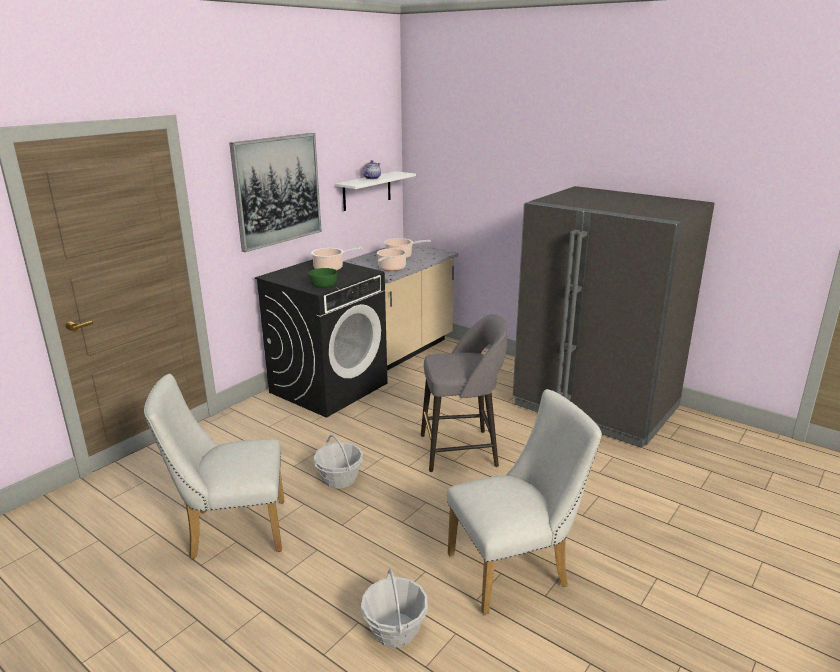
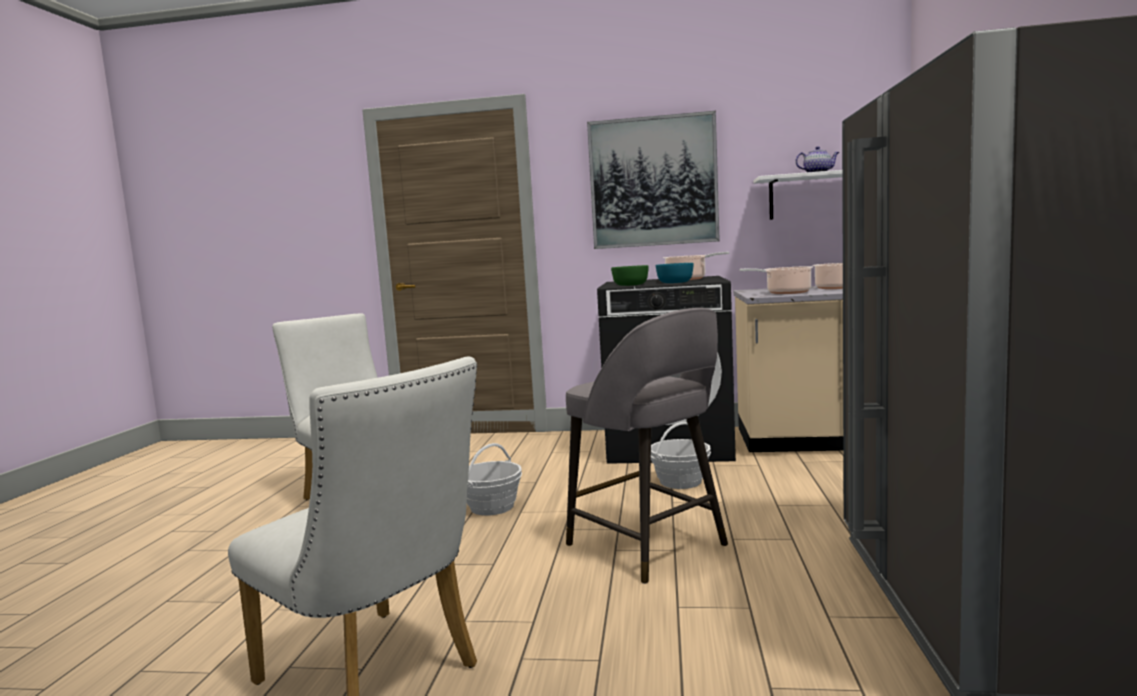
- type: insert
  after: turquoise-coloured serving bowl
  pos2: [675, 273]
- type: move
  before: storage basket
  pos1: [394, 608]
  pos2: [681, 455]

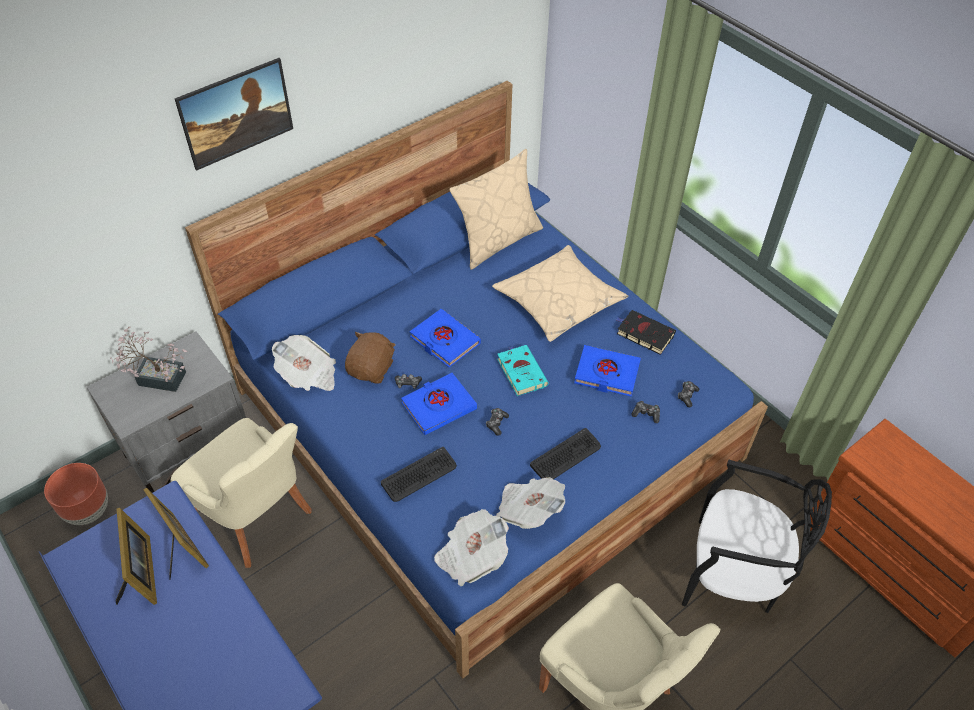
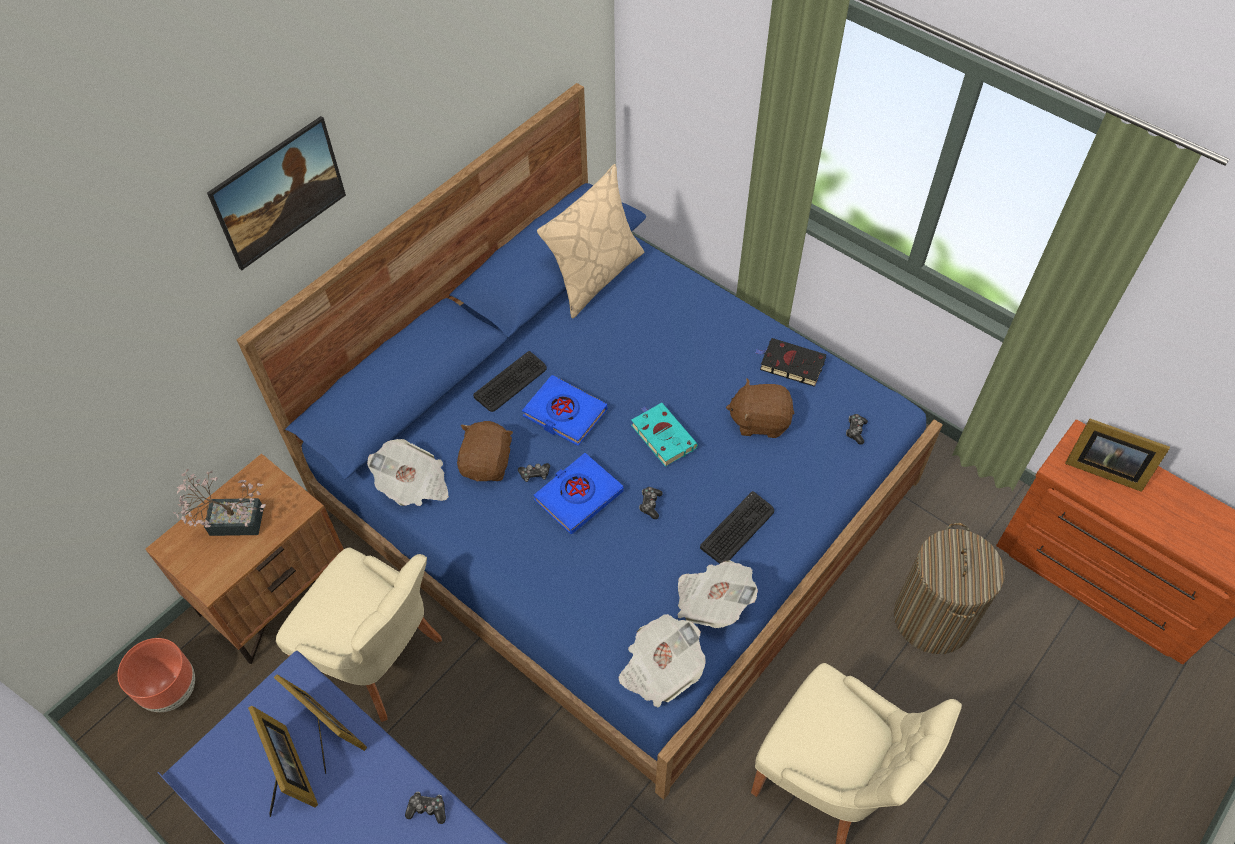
- type: delete
  before: beige pillow
  pos1: [560, 293]
- type: insert
  after: photo frame
  pos2: [1117, 455]
- type: move
  before: computer keyboard
  pos1: [419, 474]
  pos2: [510, 381]
- type: move
  before: joypad
  pos1: [646, 412]
  pos2: [425, 808]
- type: replace
  before: blue volume
  after: brown-coloured plush toy
  pos1: [607, 371]
  pos2: [760, 408]
- type: replace
  before: black plain chair
  after: laundry basket
  pos1: [757, 536]
  pos2: [949, 588]
- type: recolor
  before: greyish bedside table
  after: brown-coloured bedside table
  pos1: [166, 412]
  pos2: [245, 559]

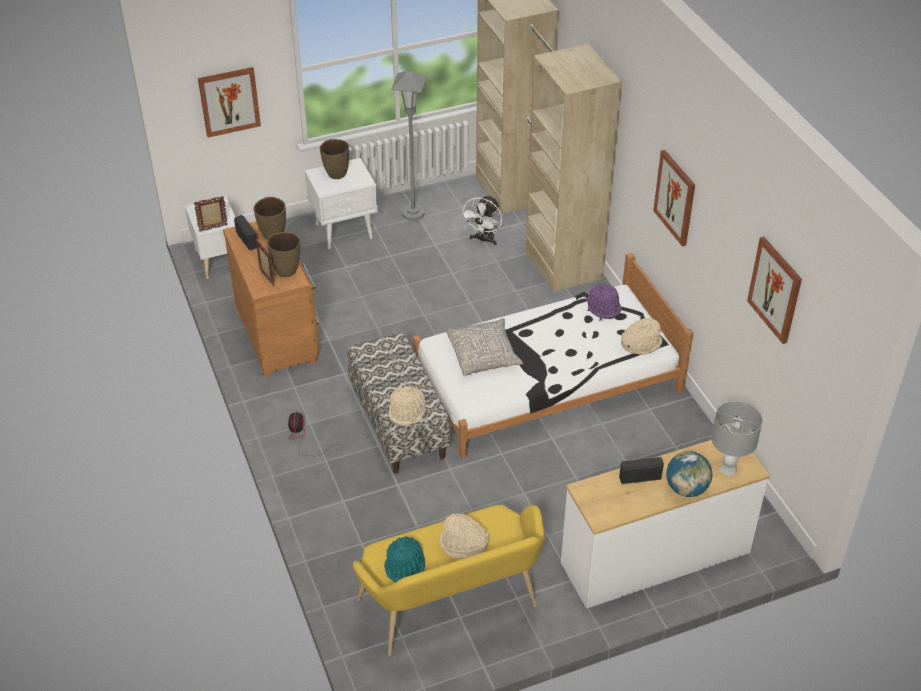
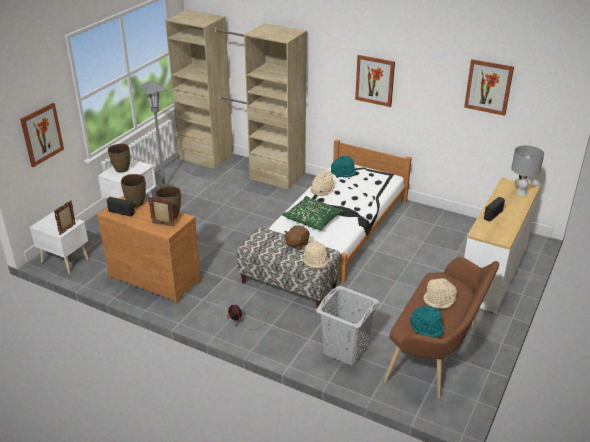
- type: delete
  before: whitish electric fan
  pos1: [481, 220]
- type: delete
  before: desk globe
  pos1: [689, 474]
- type: insert
  after: brown-coloured plush toy
  pos2: [297, 237]
- type: insert
  after: greyish laundry basket
  pos2: [347, 326]
- type: move
  before: beige hat
  pos1: [641, 336]
  pos2: [322, 183]
- type: recolor
  before: yellow long seat
  after: brown-coloured long seat
  pos1: [449, 581]
  pos2: [441, 327]
- type: recolor
  before: greyish pillow
  after: green pillow
  pos1: [485, 347]
  pos2: [313, 213]
- type: recolor
  before: purple-coloured hat
  after: turquoise-coloured hat
  pos1: [605, 301]
  pos2: [343, 166]

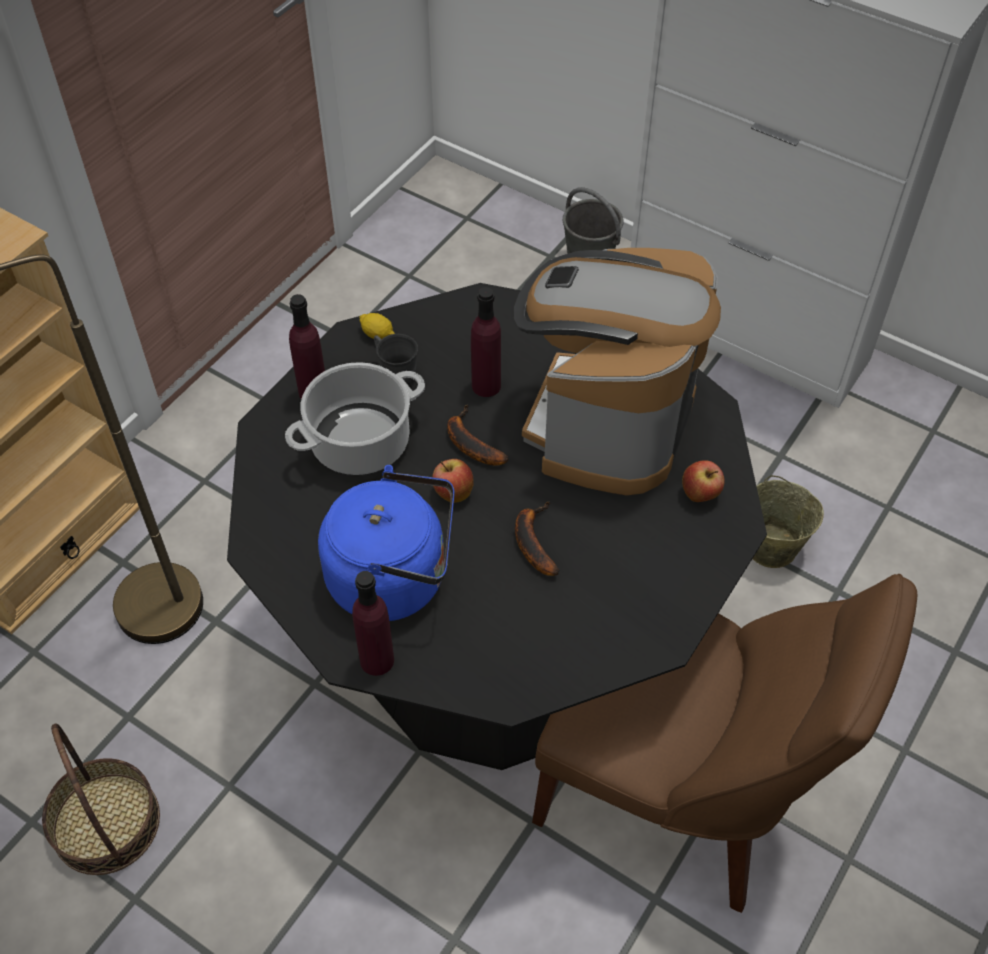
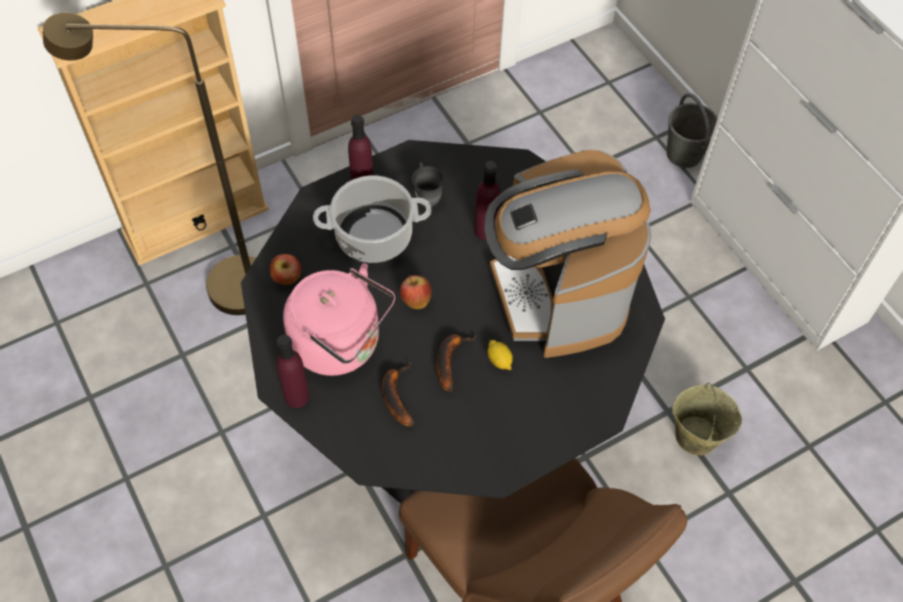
- type: delete
  before: storage basket
  pos1: [101, 799]
- type: move
  before: citrus fruit
  pos1: [377, 326]
  pos2: [500, 355]
- type: move
  before: whole banana
  pos1: [477, 435]
  pos2: [398, 394]
- type: move
  before: apple fruit
  pos1: [703, 481]
  pos2: [285, 269]
- type: recolor
  before: blue water kettle
  after: pink water kettle
  pos1: [386, 543]
  pos2: [339, 319]
- type: rotate
  before: coffee brewer
  pos1: [617, 372]
  pos2: [568, 253]
  turn: -60

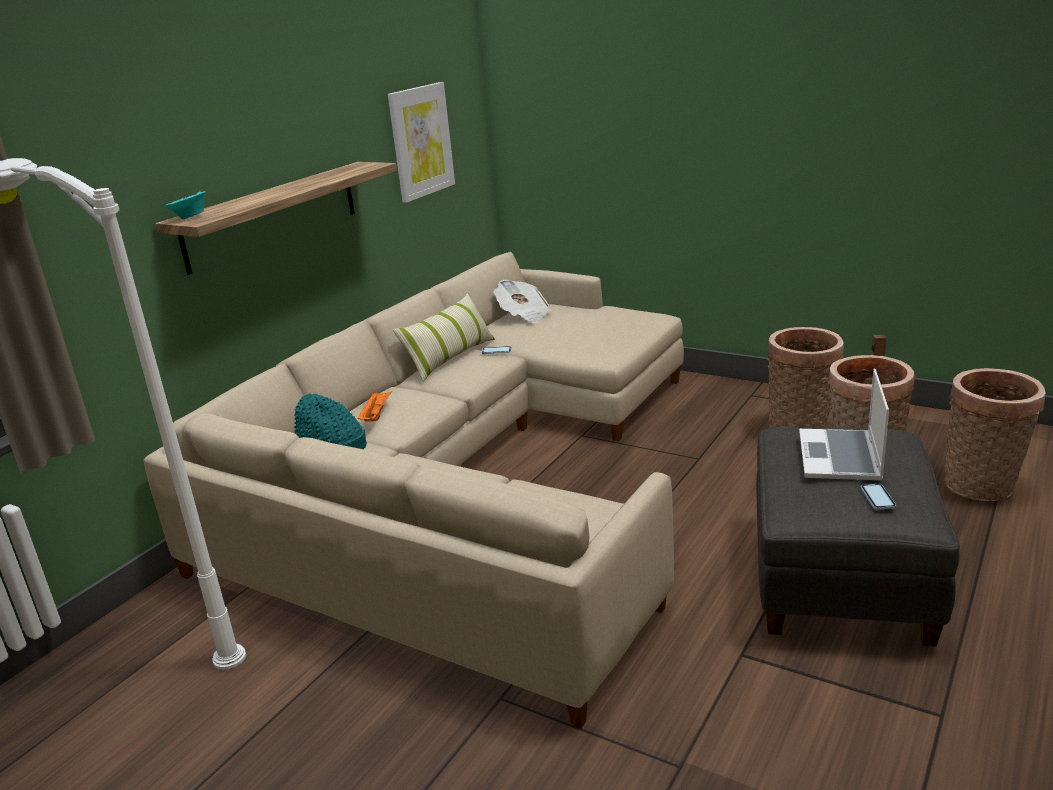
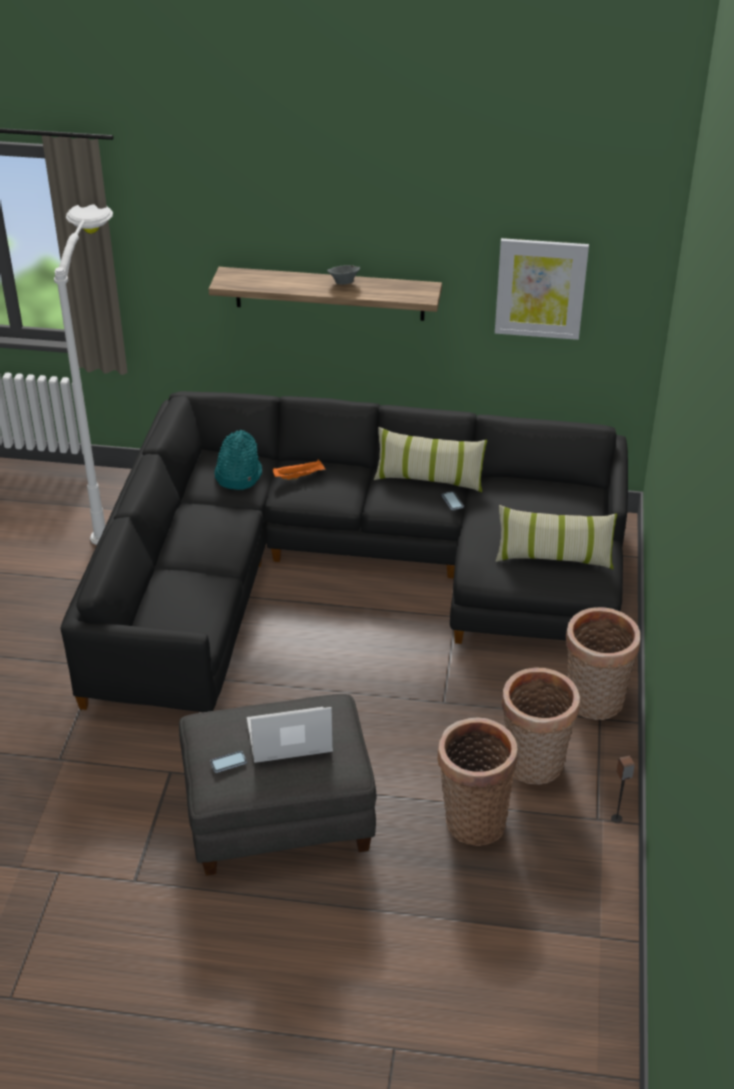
- type: delete
  before: turquoise-coloured serving bowl
  pos1: [185, 205]
- type: delete
  before: newspaper
  pos1: [522, 301]
- type: insert
  after: greyish serving bowl
  pos2: [343, 275]
- type: insert
  after: pillow
  pos2: [556, 537]
- type: move
  before: storage basket
  pos1: [995, 434]
  pos2: [603, 663]
- type: recolor
  before: beige sofa
  after: black sofa
  pos1: [414, 490]
  pos2: [344, 551]

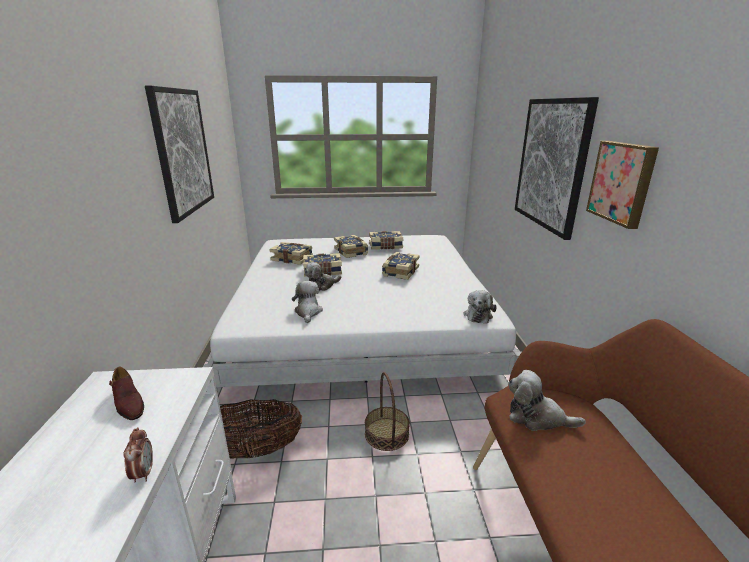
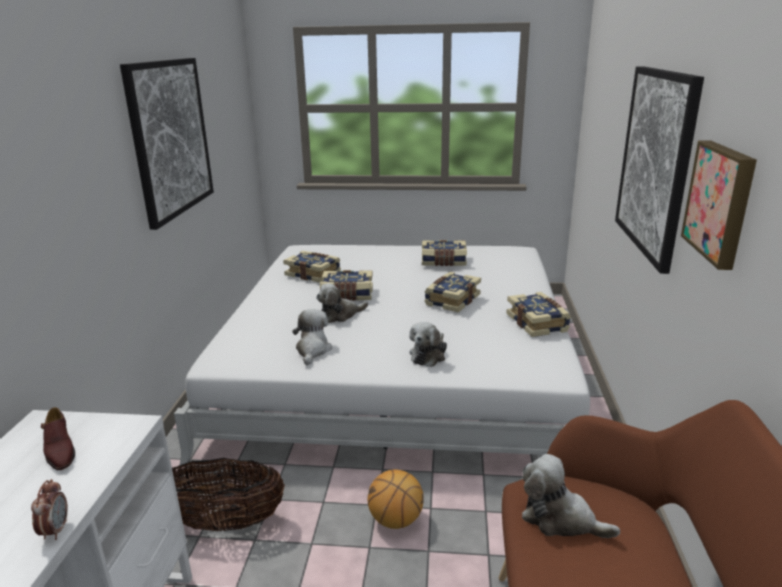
- type: move
  before: volume
  pos1: [351, 246]
  pos2: [538, 314]
- type: move
  before: plush toy
  pos1: [480, 307]
  pos2: [428, 344]
- type: replace
  before: storage basket
  after: ball for basketball
  pos1: [387, 411]
  pos2: [396, 499]

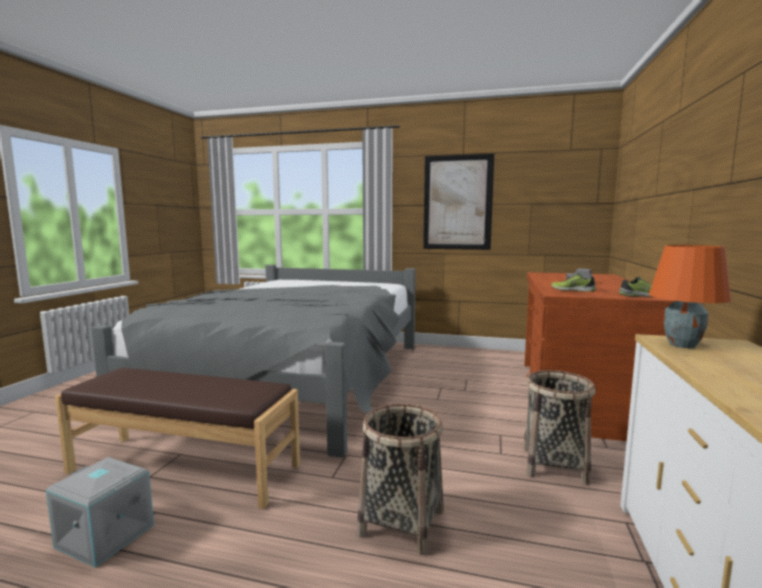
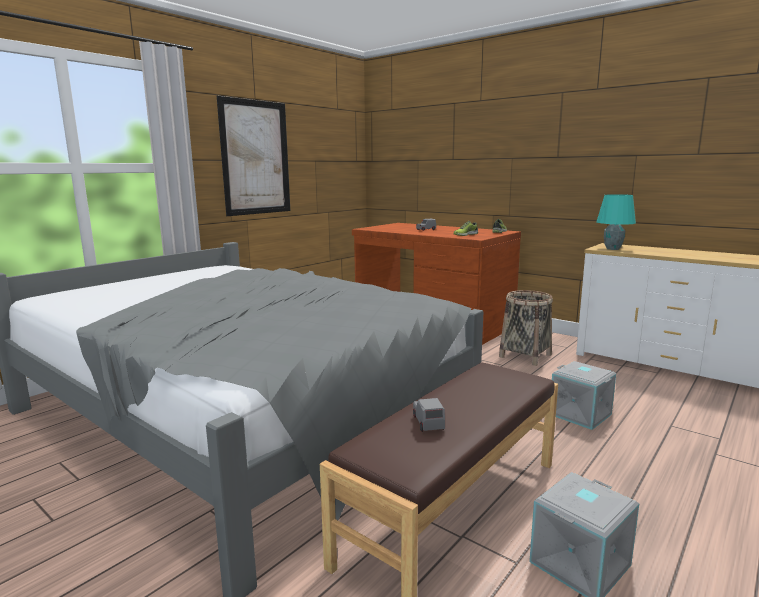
- type: insert
  after: greyish toy car
  pos2: [429, 415]
- type: replace
  before: storage basket
  after: greyish storage bin
  pos1: [400, 479]
  pos2: [584, 395]
- type: recolor
  before: orangey lamp for a table
  after: turquoise-coloured lamp for a table
  pos1: [690, 296]
  pos2: [616, 222]

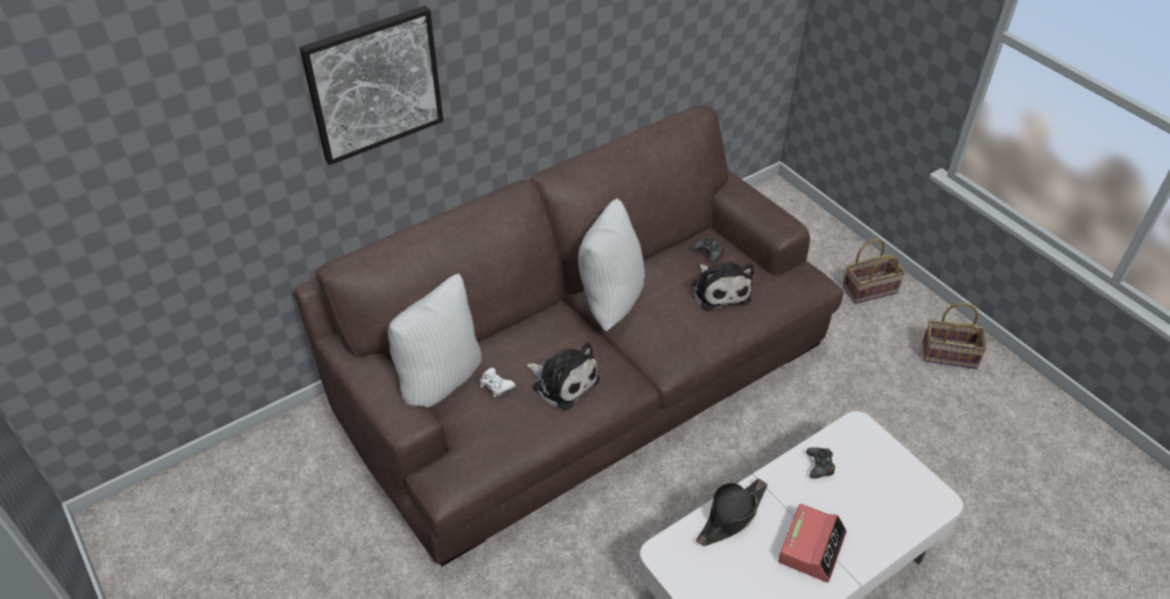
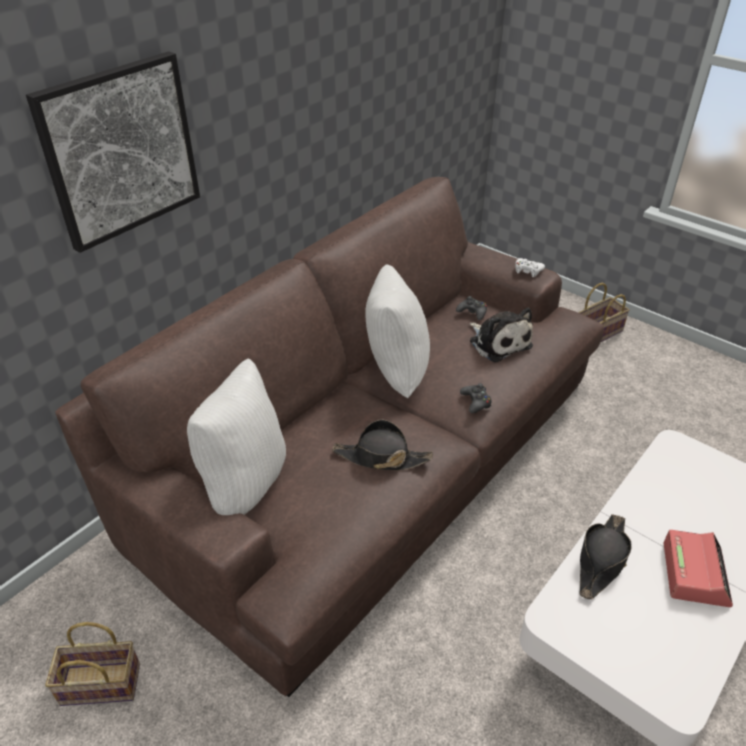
- type: move
  before: whitish joypad
  pos1: [497, 382]
  pos2: [530, 267]
- type: move
  before: black joypad
  pos1: [820, 462]
  pos2: [475, 398]
- type: move
  before: storage basket
  pos1: [954, 336]
  pos2: [92, 664]
- type: replace
  before: plush toy
  after: black hat
  pos1: [563, 376]
  pos2: [382, 445]

